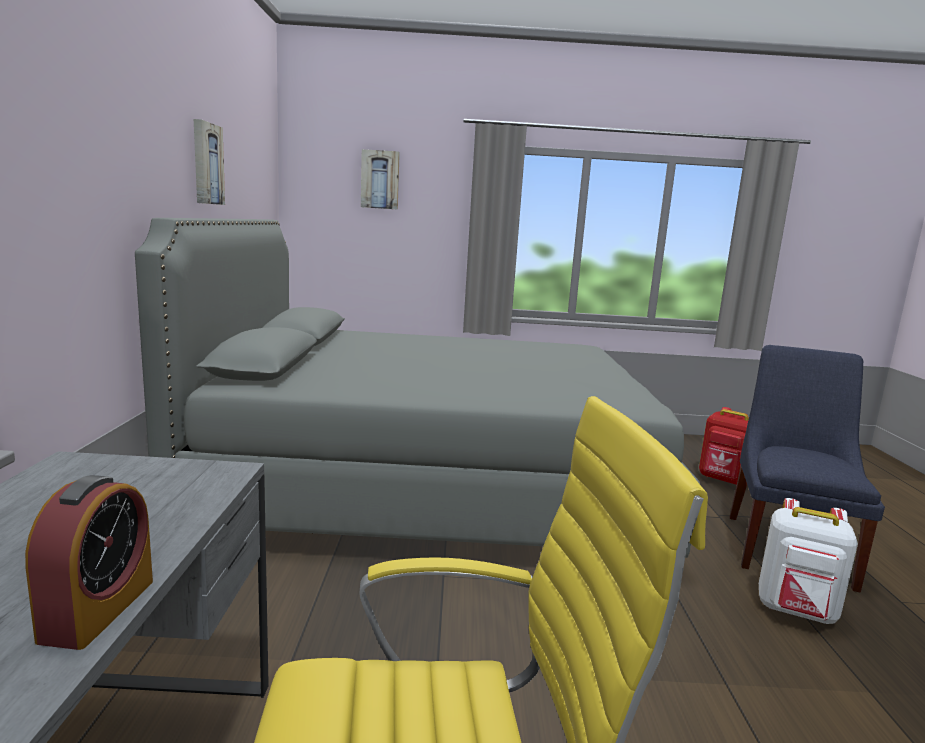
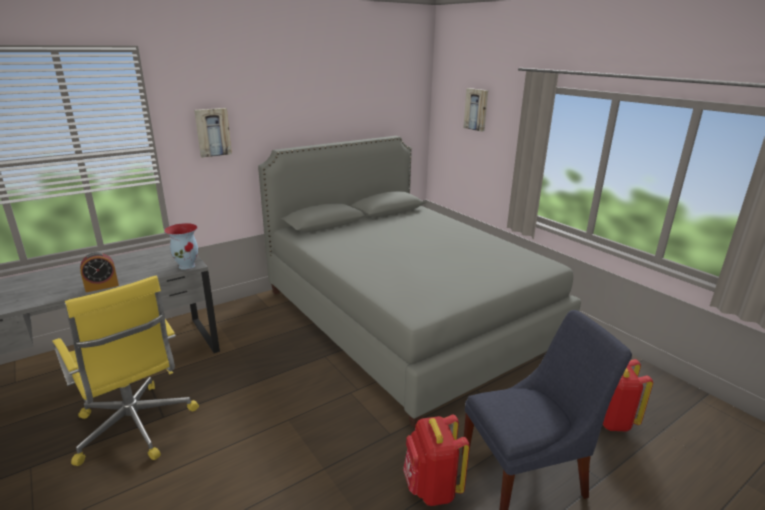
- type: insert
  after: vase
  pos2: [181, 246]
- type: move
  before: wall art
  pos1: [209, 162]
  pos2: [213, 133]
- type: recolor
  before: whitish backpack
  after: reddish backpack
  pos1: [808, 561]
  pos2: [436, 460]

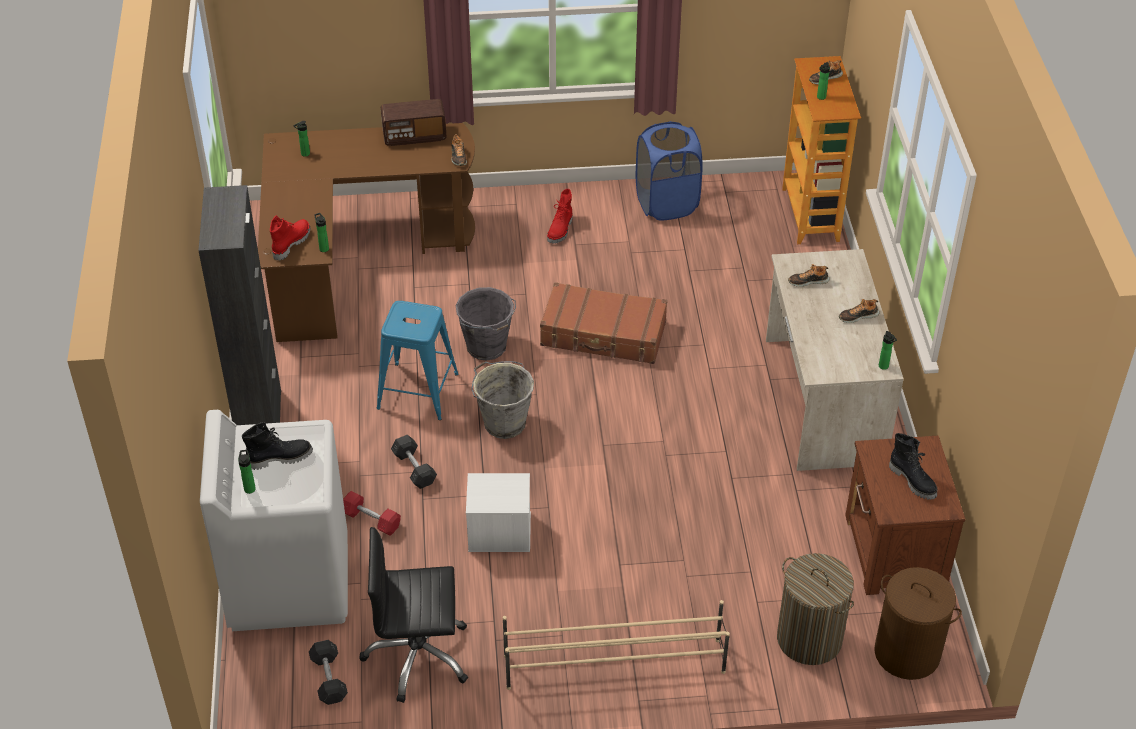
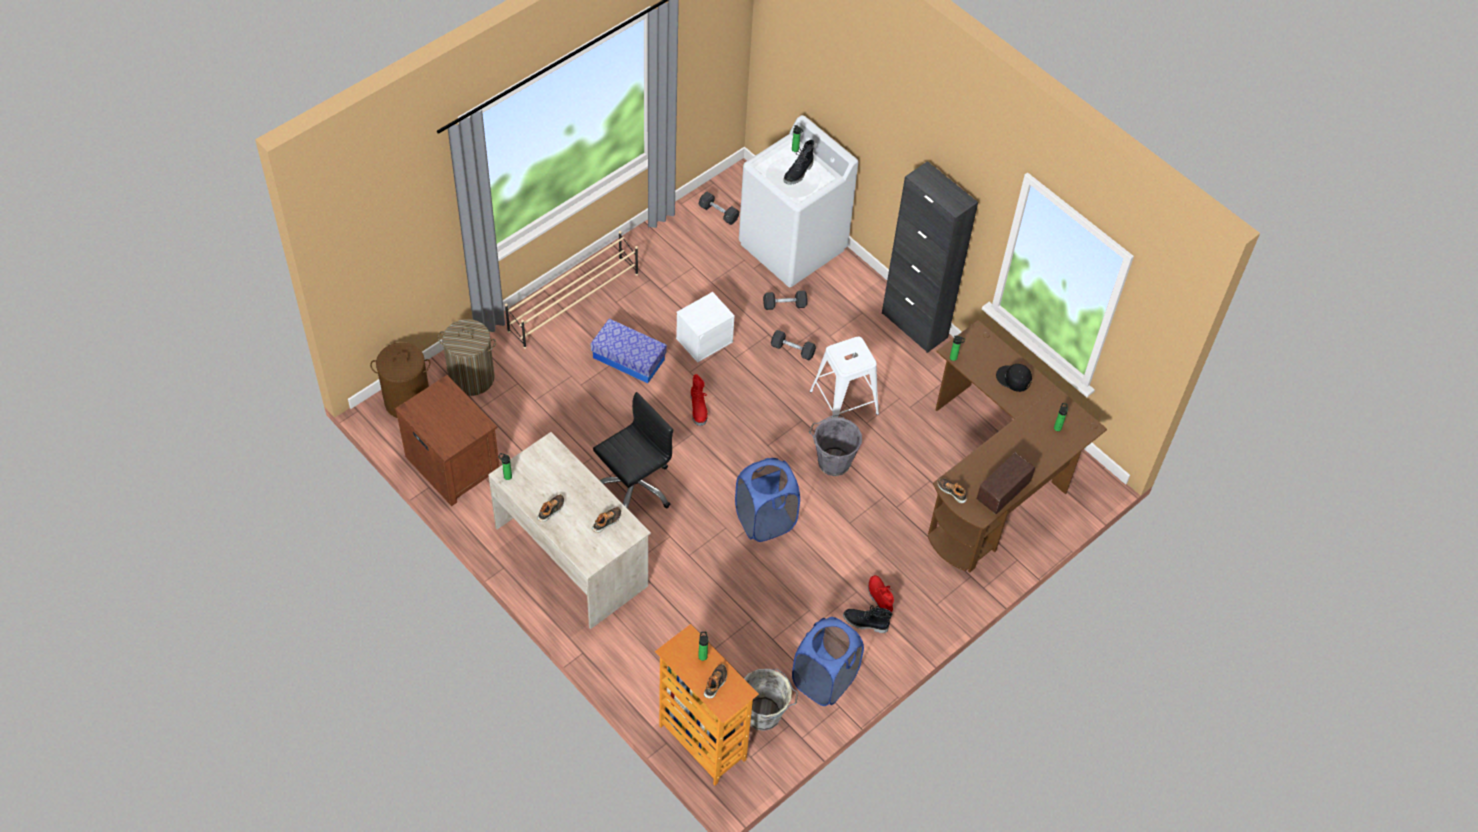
- type: insert
  after: storage bin
  pos2: [629, 351]
- type: insert
  after: black baseball cap
  pos2: [1014, 378]
- type: move
  before: reddish tall boot
  pos1: [290, 238]
  pos2: [699, 400]
- type: move
  before: black computer chair
  pos1: [414, 615]
  pos2: [633, 450]
- type: move
  before: greyish bucket
  pos1: [502, 400]
  pos2: [771, 700]
- type: move
  before: black tall boot
  pos1: [913, 466]
  pos2: [867, 619]
- type: replace
  before: brown-coloured suitcase
  after: blue laundry basket
  pos1: [603, 323]
  pos2: [767, 500]
- type: recolor
  before: reddish dumbbell
  after: greyish dumbbell
  pos1: [372, 513]
  pos2: [785, 300]
- type: recolor
  before: blue sitting stool
  after: whitish sitting stool
  pos1: [418, 360]
  pos2: [844, 377]

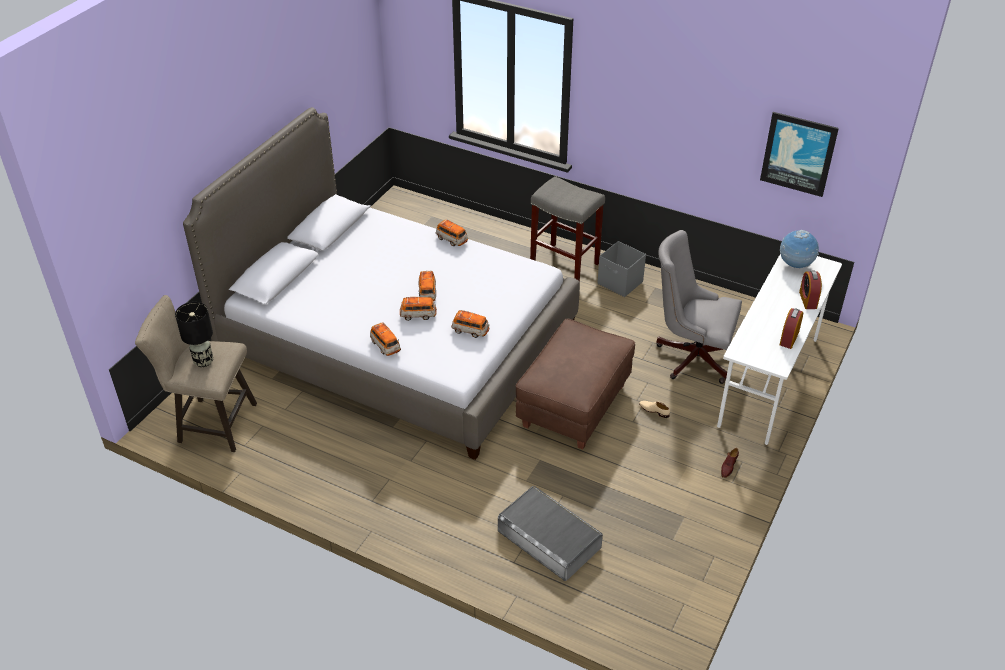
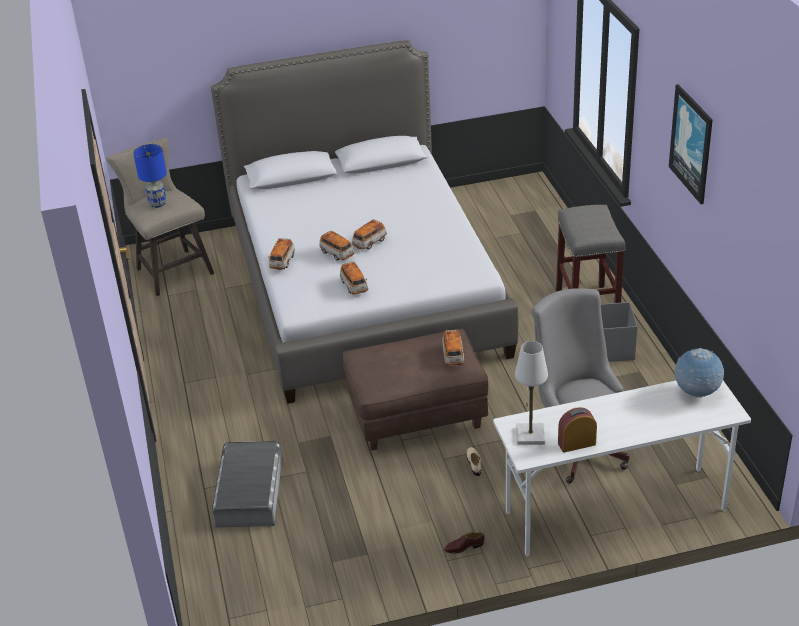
- type: delete
  before: table clock
  pos1: [810, 290]
- type: insert
  after: whitish lamp for a table
  pos2: [531, 393]
- type: move
  before: toy car
  pos1: [452, 232]
  pos2: [453, 347]
- type: move
  before: wall art
  pos1: [799, 154]
  pos2: [691, 144]
- type: recolor
  before: black lamp for a table
  after: blue lamp for a table
  pos1: [194, 334]
  pos2: [150, 176]

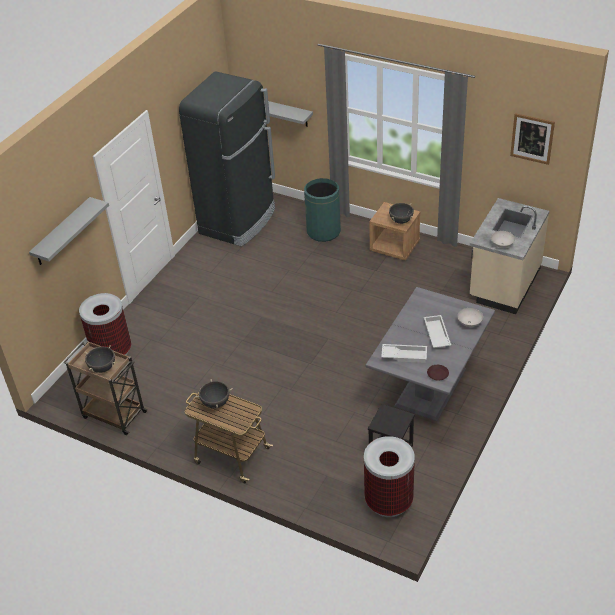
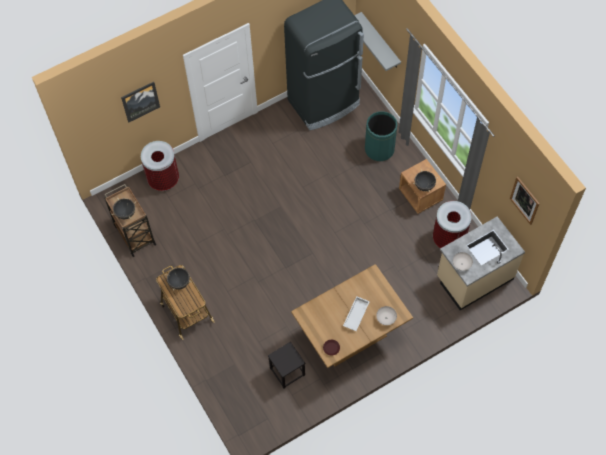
- type: delete
  before: whitish carrying tray
  pos1: [404, 353]
- type: move
  before: rubbish bin
  pos1: [389, 476]
  pos2: [452, 224]
- type: replace
  before: greyish wall shelf
  after: wall art
  pos1: [69, 231]
  pos2: [140, 102]
- type: recolor
  before: greyish kitchen table
  after: brown-coloured kitchen table
  pos1: [430, 354]
  pos2: [352, 316]

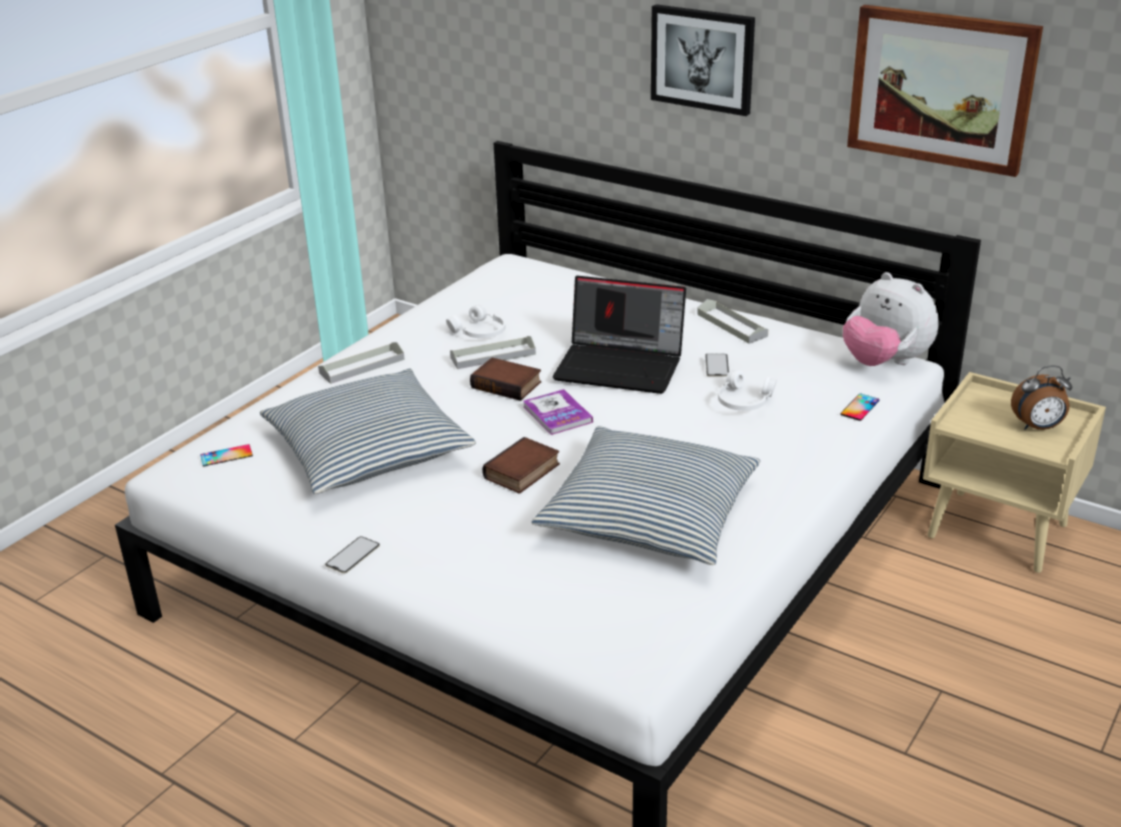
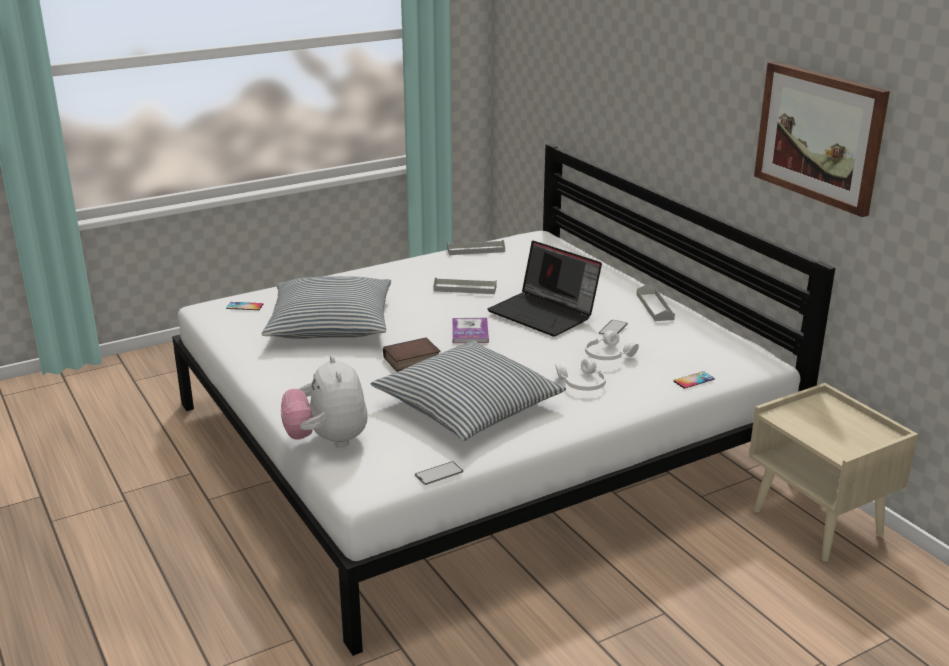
- type: delete
  before: volume
  pos1: [505, 379]
- type: delete
  before: wall art
  pos1: [703, 60]
- type: delete
  before: table clock
  pos1: [1041, 398]
- type: move
  before: greyish carrying tray
  pos1: [361, 363]
  pos2: [476, 247]
- type: move
  before: telephone
  pos1: [352, 555]
  pos2: [439, 473]
- type: move
  before: whitish headset
  pos1: [476, 321]
  pos2: [581, 374]
- type: move
  before: plush toy
  pos1: [891, 319]
  pos2: [324, 401]

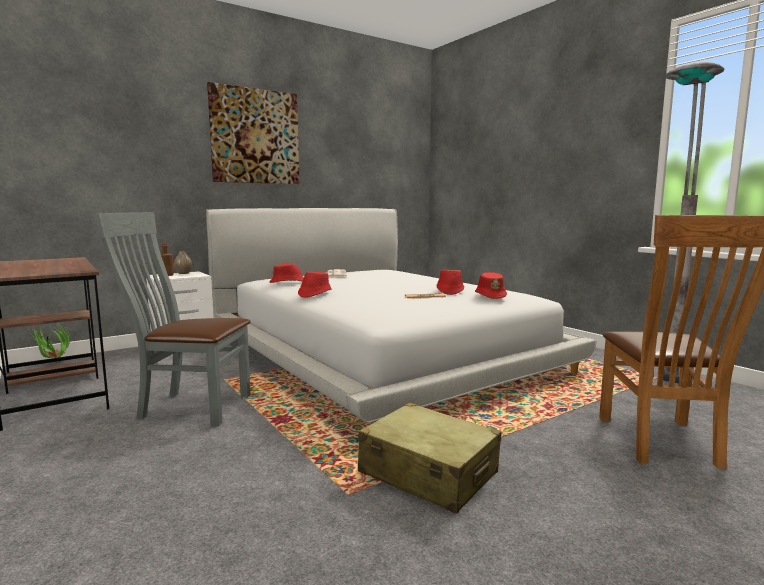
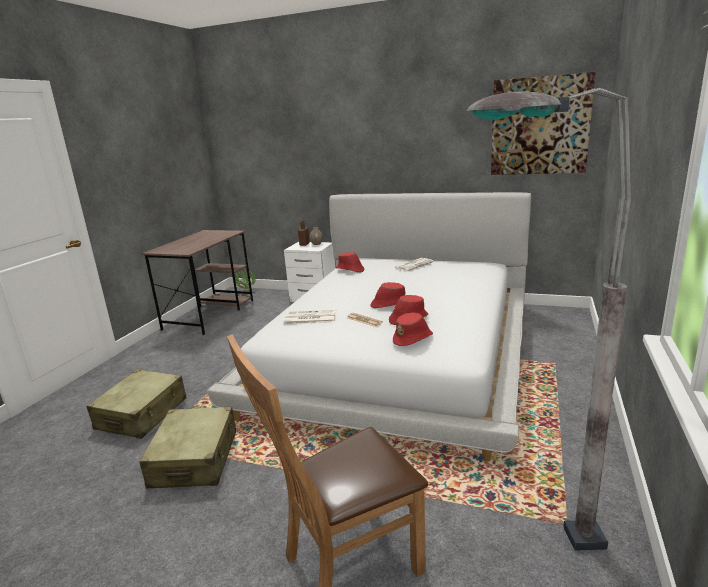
- type: delete
  before: greyish plain chair
  pos1: [173, 319]
- type: insert
  after: beige suitcase
  pos2: [137, 404]
- type: insert
  after: newspaper
  pos2: [310, 317]
- type: move
  before: wall art
  pos1: [253, 133]
  pos2: [543, 123]
- type: move
  before: reddish hat
  pos1: [315, 285]
  pos2: [388, 295]

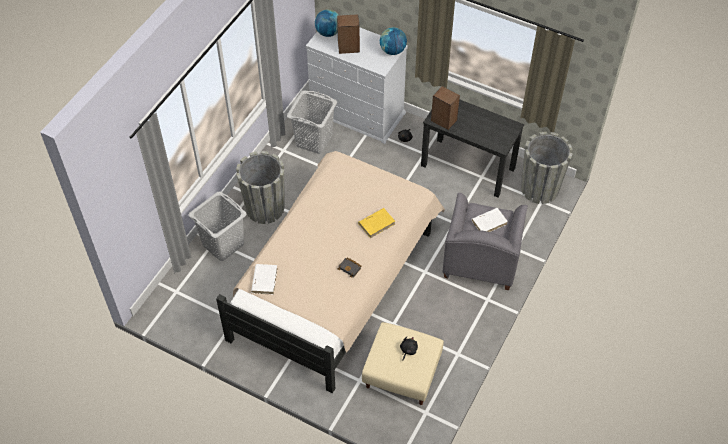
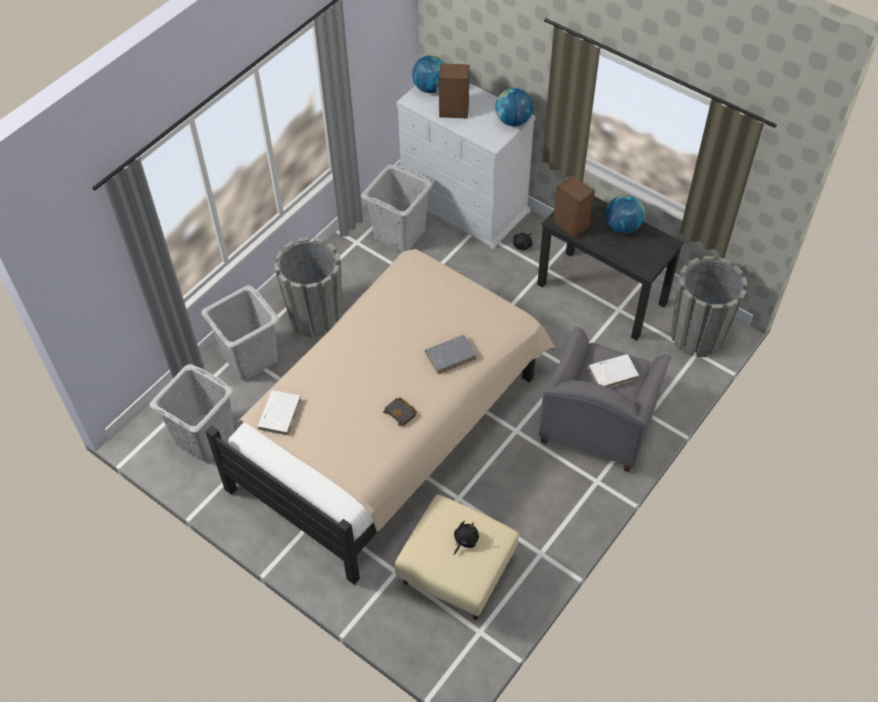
- type: insert
  after: greyish laundry basket
  pos2: [192, 413]
- type: insert
  after: desk globe
  pos2: [625, 214]
- type: recolor
  before: yellow volume
  after: greyish volume
  pos1: [376, 223]
  pos2: [451, 354]

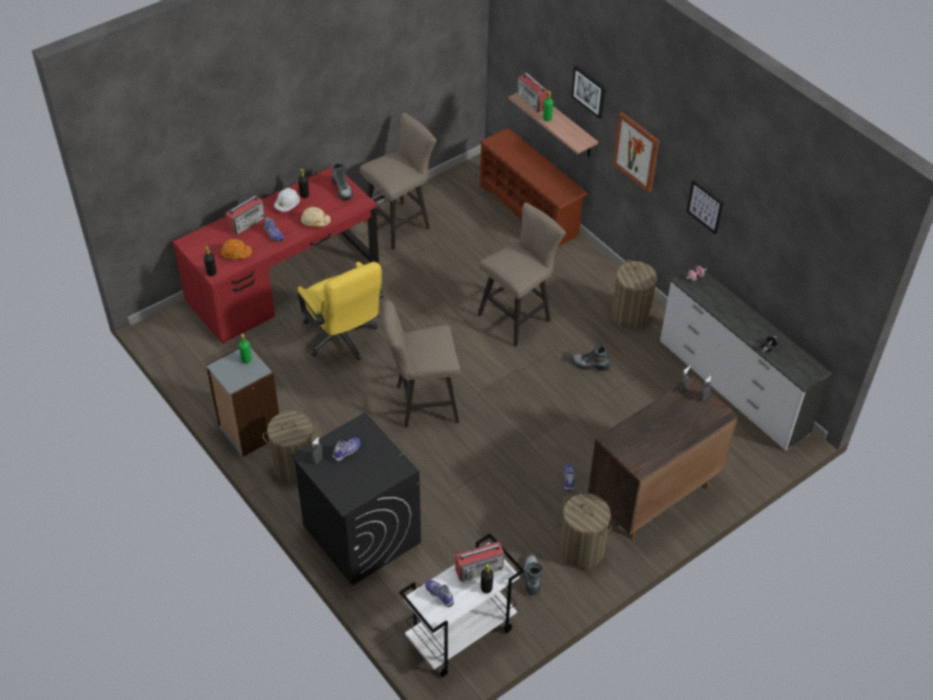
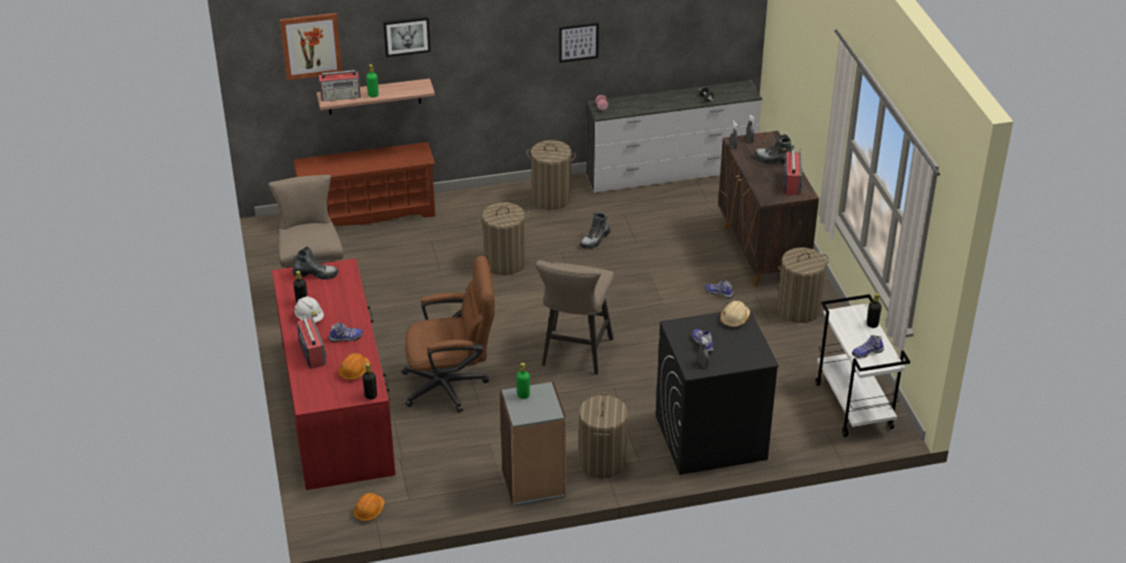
- type: insert
  after: orangey safety helmet
  pos2: [369, 507]
- type: move
  before: beige safety helmet
  pos1: [316, 217]
  pos2: [735, 314]
- type: move
  before: radio set
  pos1: [479, 562]
  pos2: [793, 171]
- type: move
  before: tall boot
  pos1: [533, 574]
  pos2: [774, 149]
- type: move
  before: wall art
  pos1: [636, 152]
  pos2: [311, 46]
- type: replace
  before: beige sitting stool
  after: laundry basket
  pos1: [522, 274]
  pos2: [503, 238]
- type: recolor
  before: yellow computer chair
  after: brown-coloured computer chair
  pos1: [340, 311]
  pos2: [448, 334]

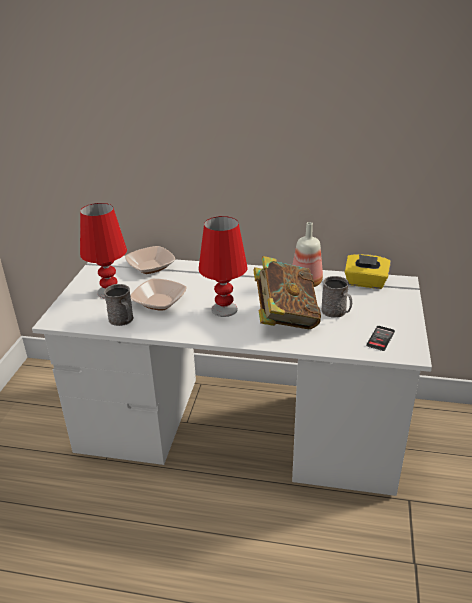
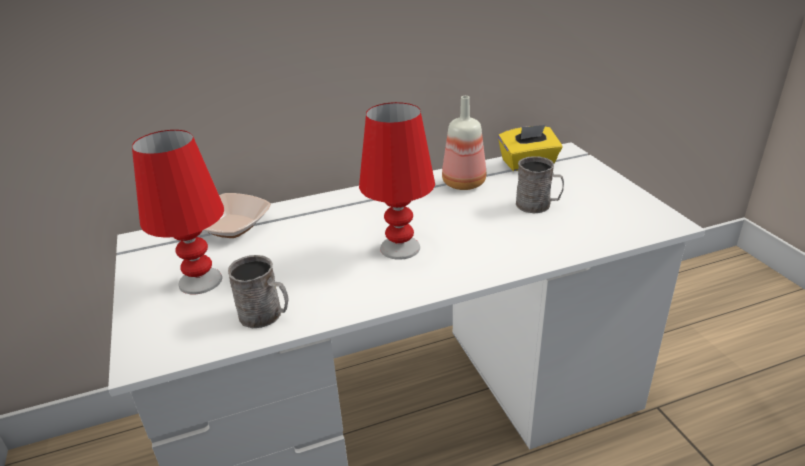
- type: delete
  before: serving bowl
  pos1: [159, 295]
- type: delete
  before: volume
  pos1: [287, 292]
- type: delete
  before: telephone
  pos1: [380, 338]

